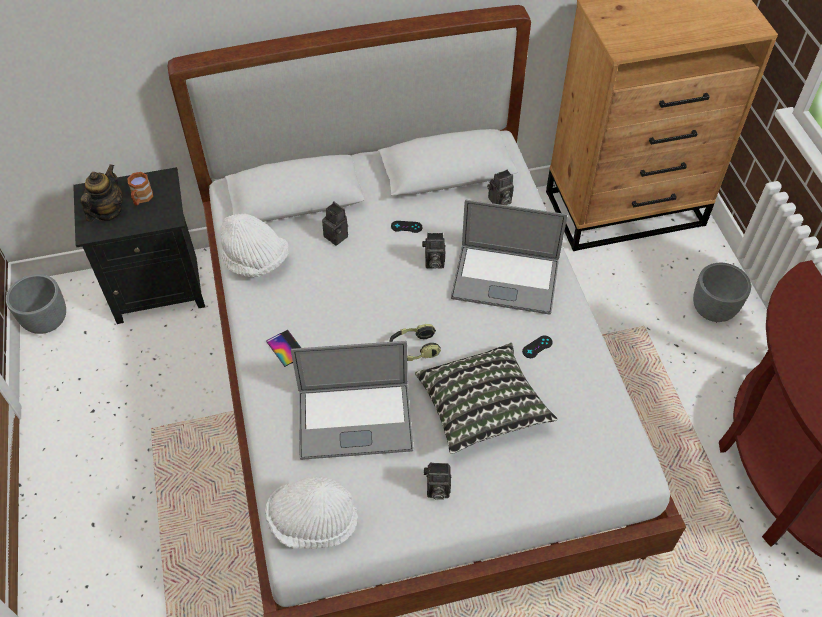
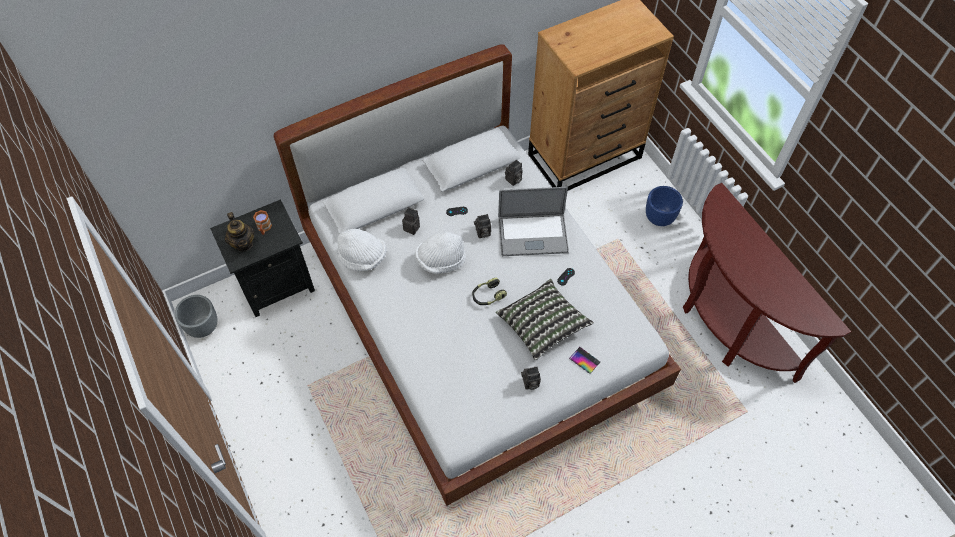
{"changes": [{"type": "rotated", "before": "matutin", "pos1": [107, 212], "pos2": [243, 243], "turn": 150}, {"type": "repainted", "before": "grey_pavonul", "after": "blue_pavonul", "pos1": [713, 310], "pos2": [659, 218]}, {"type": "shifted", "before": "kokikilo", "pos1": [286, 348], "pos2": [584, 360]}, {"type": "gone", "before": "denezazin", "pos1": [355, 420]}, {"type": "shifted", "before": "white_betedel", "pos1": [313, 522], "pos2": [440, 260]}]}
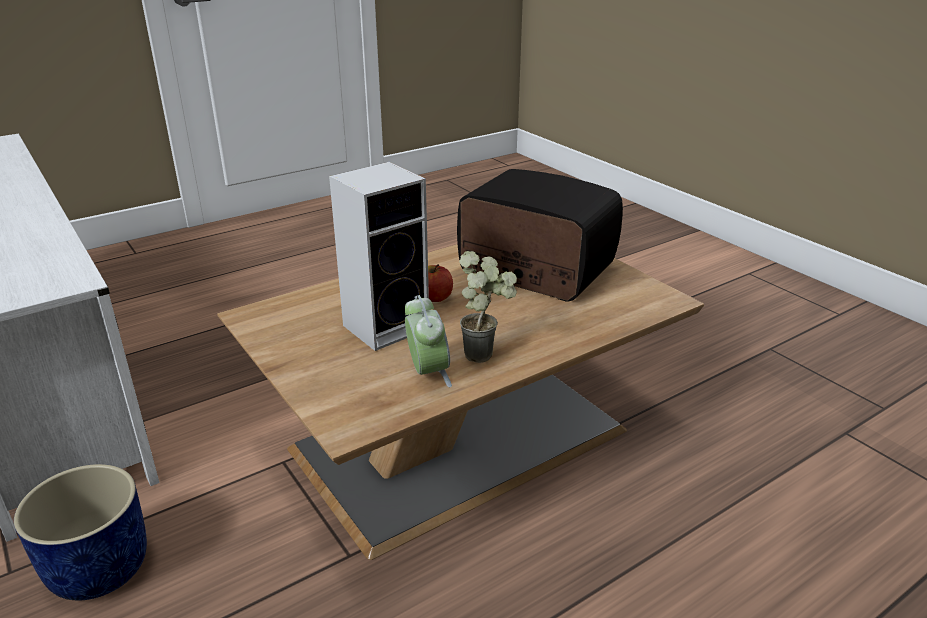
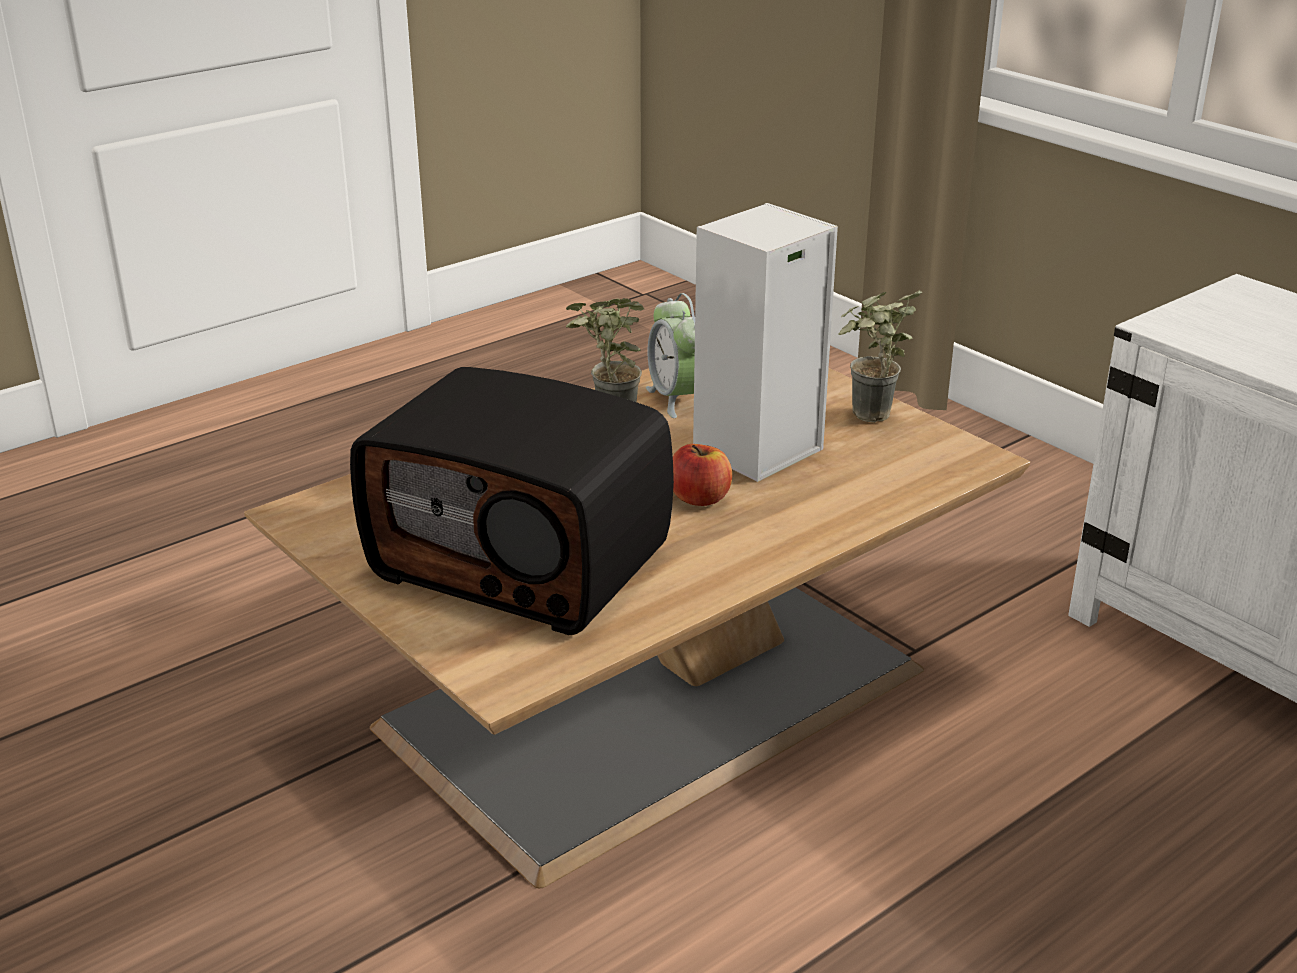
{"changes": [{"type": "gone", "before": "blue_pavonul", "pos1": [98, 569]}, {"type": "new", "after": "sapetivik", "pos2": [867, 419]}]}
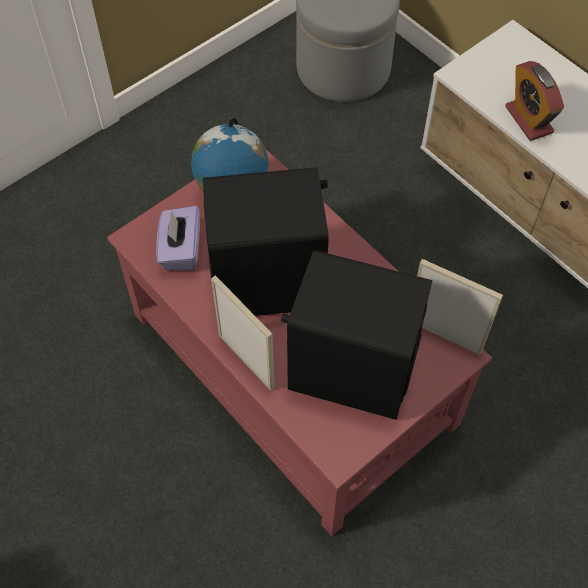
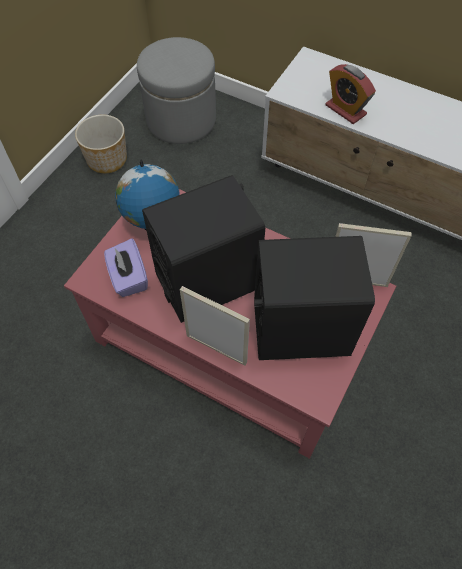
{"changes": [{"type": "new", "after": "pavonul", "pos2": [107, 160]}]}
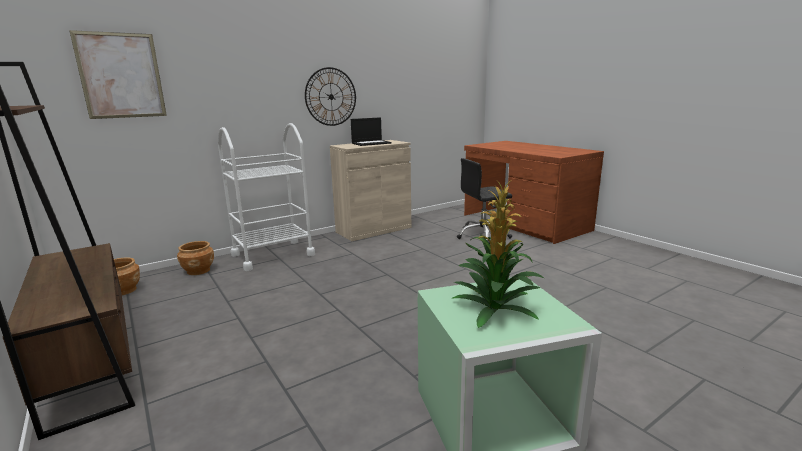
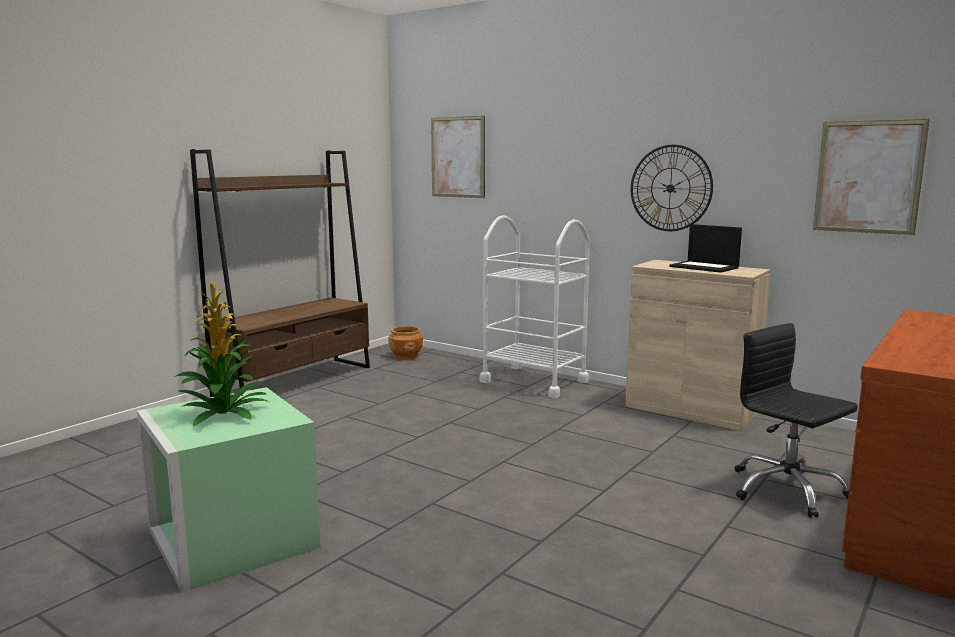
{"changes": [{"type": "gone", "before": "brown_pavonul", "pos1": [198, 270]}, {"type": "new", "after": "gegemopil", "pos2": [868, 177]}]}
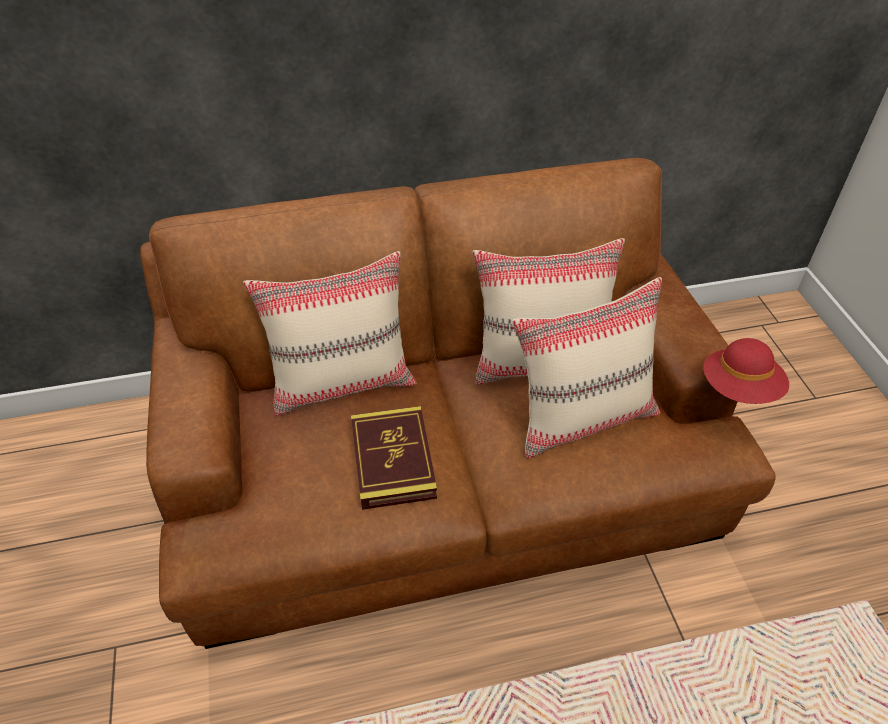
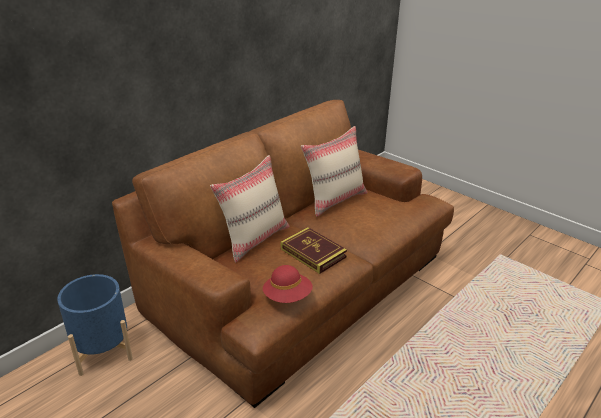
{"changes": [{"type": "gone", "before": "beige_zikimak", "pos1": [582, 417]}, {"type": "shifted", "before": "red_betedel", "pos1": [740, 389], "pos2": [287, 297]}, {"type": "new", "after": "blue_pavonul", "pos2": [102, 350]}]}
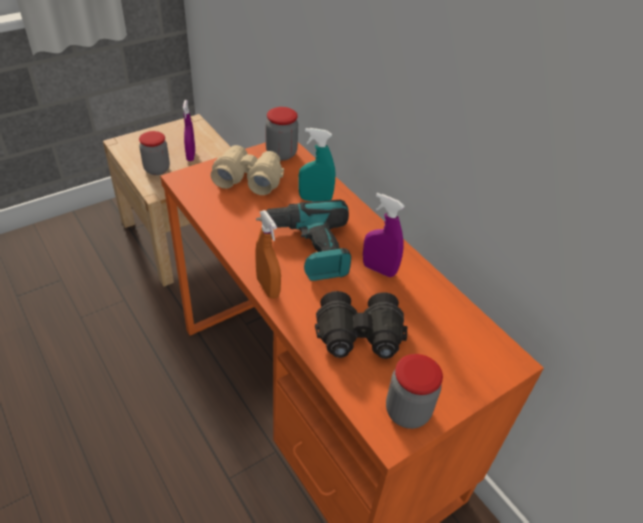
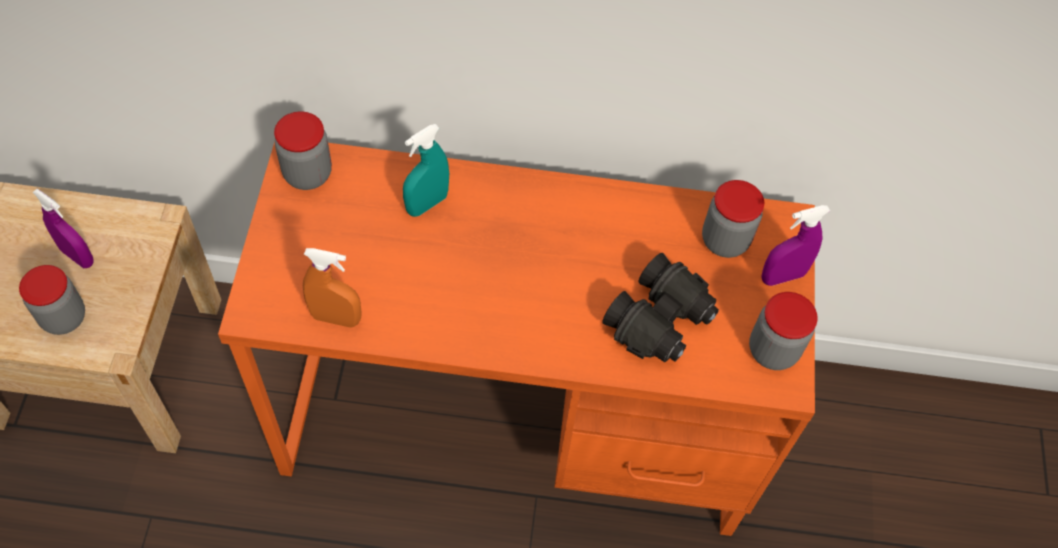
{"changes": [{"type": "gone", "before": "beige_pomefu", "pos1": [248, 178]}, {"type": "shifted", "before": "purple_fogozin", "pos1": [379, 269], "pos2": [782, 276]}, {"type": "gone", "before": "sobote", "pos1": [309, 248]}, {"type": "shifted", "before": "orange_fogozin", "pos1": [268, 287], "pos2": [336, 318]}, {"type": "new", "after": "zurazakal", "pos2": [725, 240]}]}
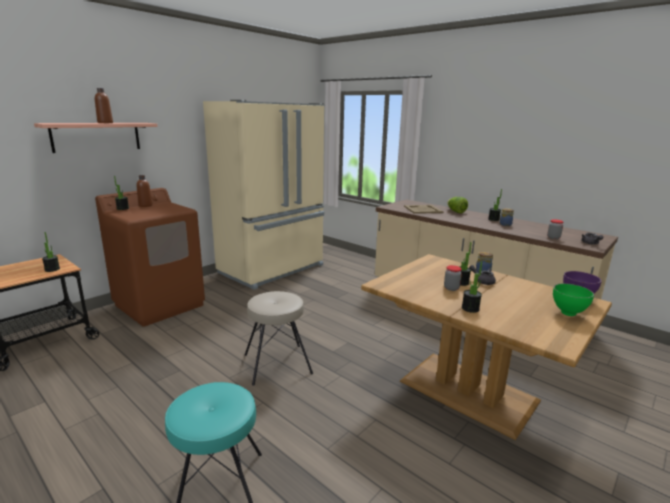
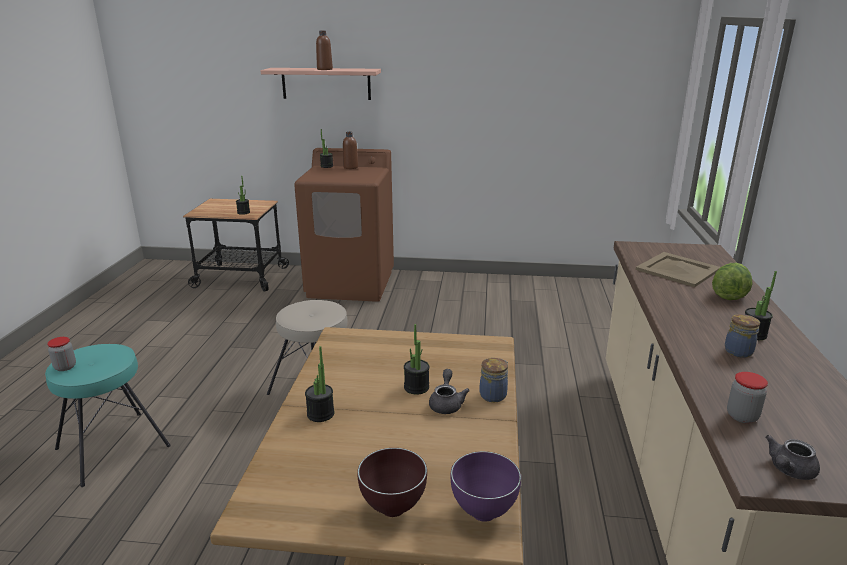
{"changes": [{"type": "gone", "before": "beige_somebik", "pos1": [273, 269]}, {"type": "shifted", "before": "zurazakal", "pos1": [451, 288], "pos2": [65, 367]}, {"type": "repainted", "before": "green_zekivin", "after": "brown_zekivin", "pos1": [567, 313], "pos2": [394, 508]}]}
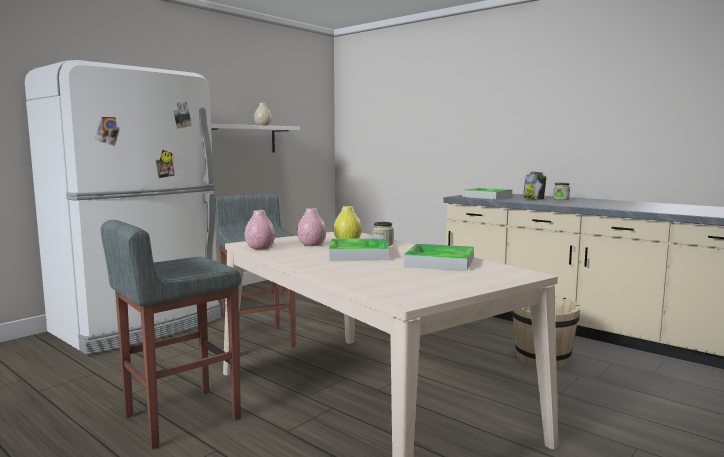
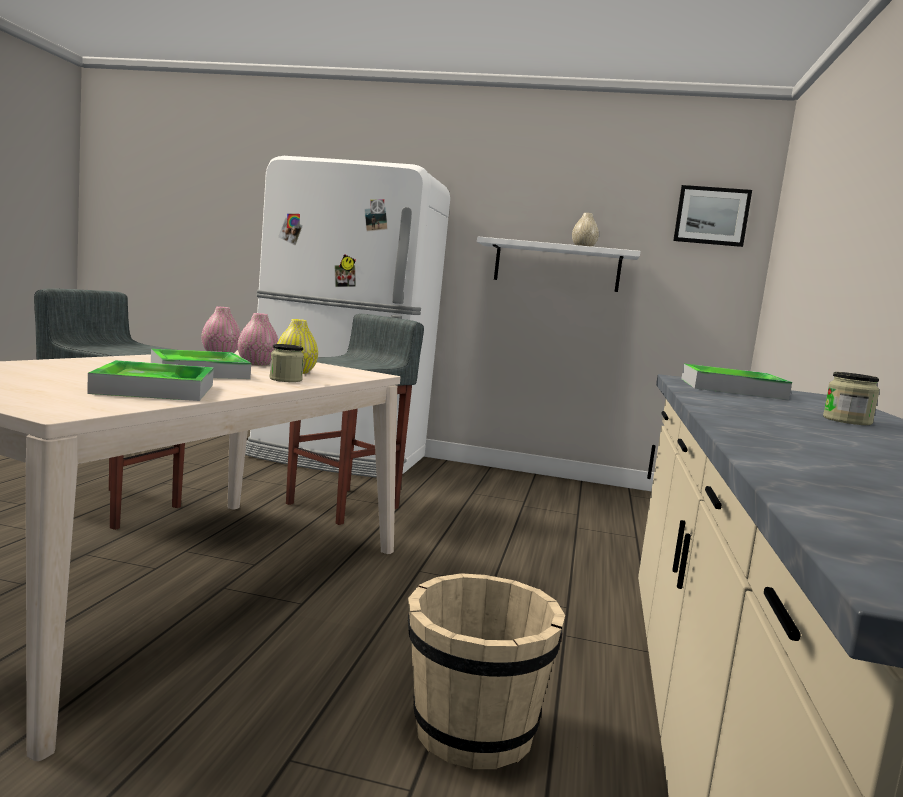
{"changes": [{"type": "gone", "before": "zurazakal", "pos1": [534, 198]}, {"type": "new", "after": "gegemopil", "pos2": [711, 216]}]}
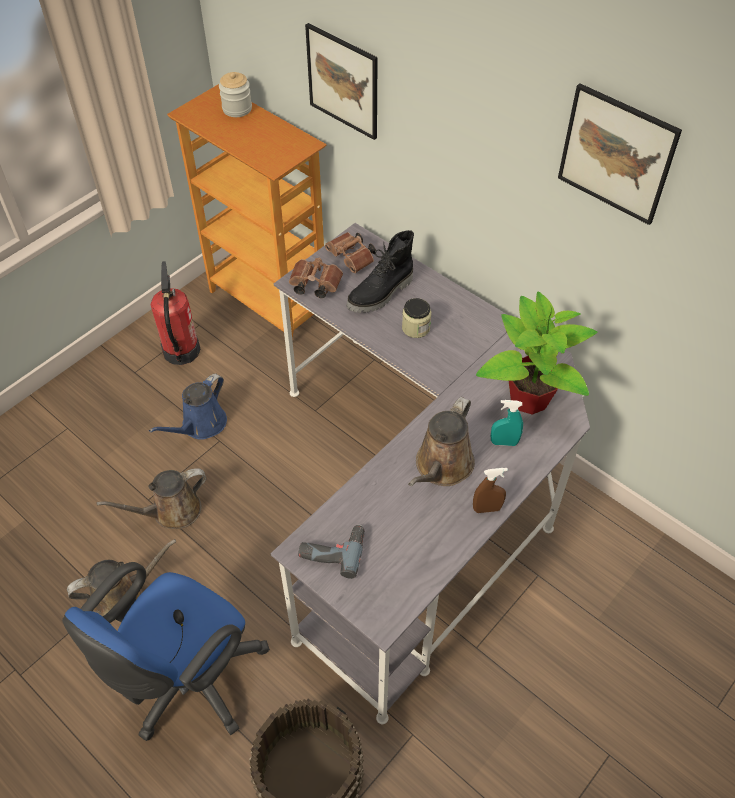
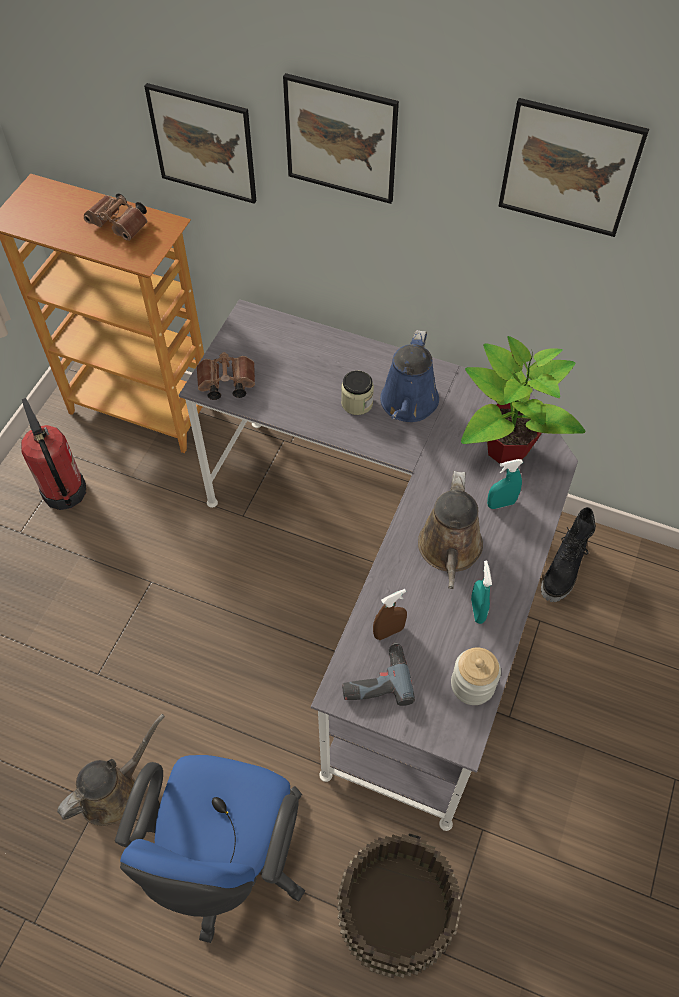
{"changes": [{"type": "shifted", "before": "zurazakal", "pos1": [237, 109], "pos2": [472, 685]}, {"type": "shifted", "before": "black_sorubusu", "pos1": [381, 294], "pos2": [564, 571]}, {"type": "shifted", "before": "brown_pomefu", "pos1": [352, 259], "pos2": [121, 226]}, {"type": "shifted", "before": "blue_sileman", "pos1": [201, 425], "pos2": [408, 404]}, {"type": "gone", "before": "brown_sileman", "pos1": [171, 511]}, {"type": "shifted", "before": "brown_fogozin", "pos1": [487, 509], "pos2": [388, 631]}, {"type": "new", "after": "gegemopil", "pos2": [341, 139]}, {"type": "new", "after": "turquoise_fogozin", "pos2": [477, 610]}]}
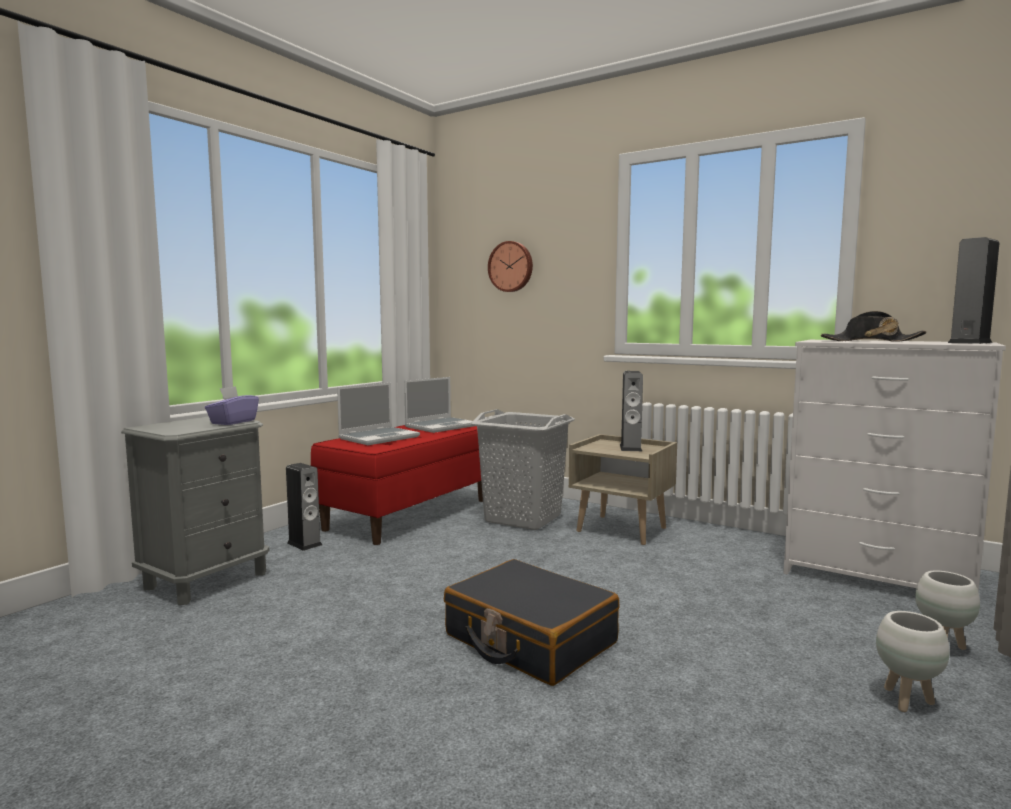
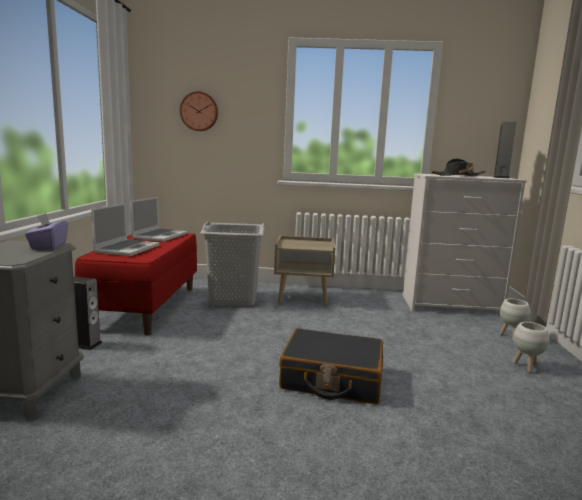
{"changes": [{"type": "gone", "before": "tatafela", "pos1": [630, 448]}]}
